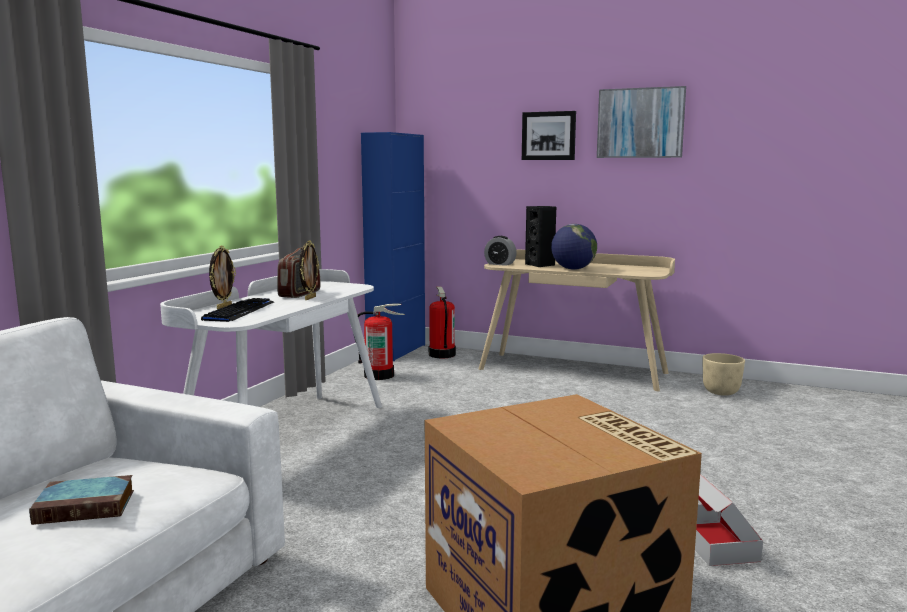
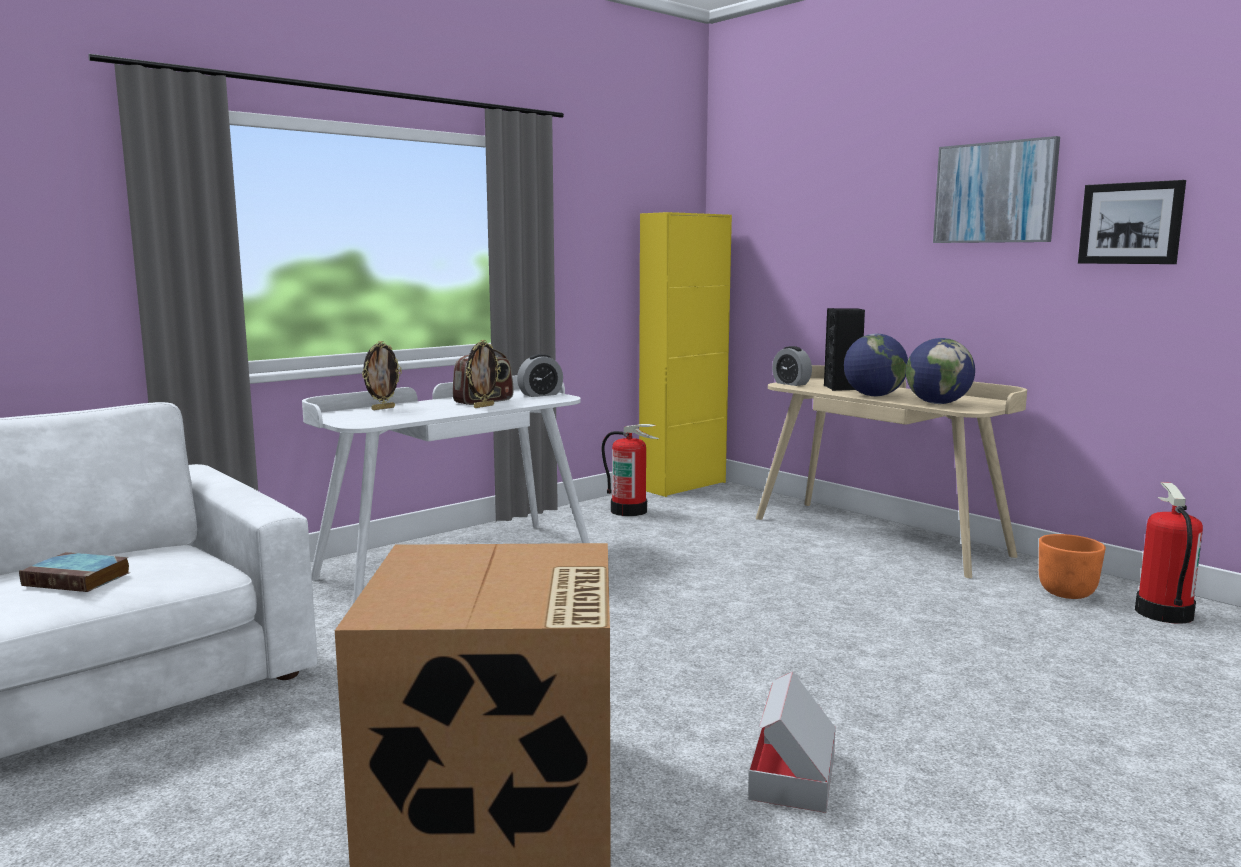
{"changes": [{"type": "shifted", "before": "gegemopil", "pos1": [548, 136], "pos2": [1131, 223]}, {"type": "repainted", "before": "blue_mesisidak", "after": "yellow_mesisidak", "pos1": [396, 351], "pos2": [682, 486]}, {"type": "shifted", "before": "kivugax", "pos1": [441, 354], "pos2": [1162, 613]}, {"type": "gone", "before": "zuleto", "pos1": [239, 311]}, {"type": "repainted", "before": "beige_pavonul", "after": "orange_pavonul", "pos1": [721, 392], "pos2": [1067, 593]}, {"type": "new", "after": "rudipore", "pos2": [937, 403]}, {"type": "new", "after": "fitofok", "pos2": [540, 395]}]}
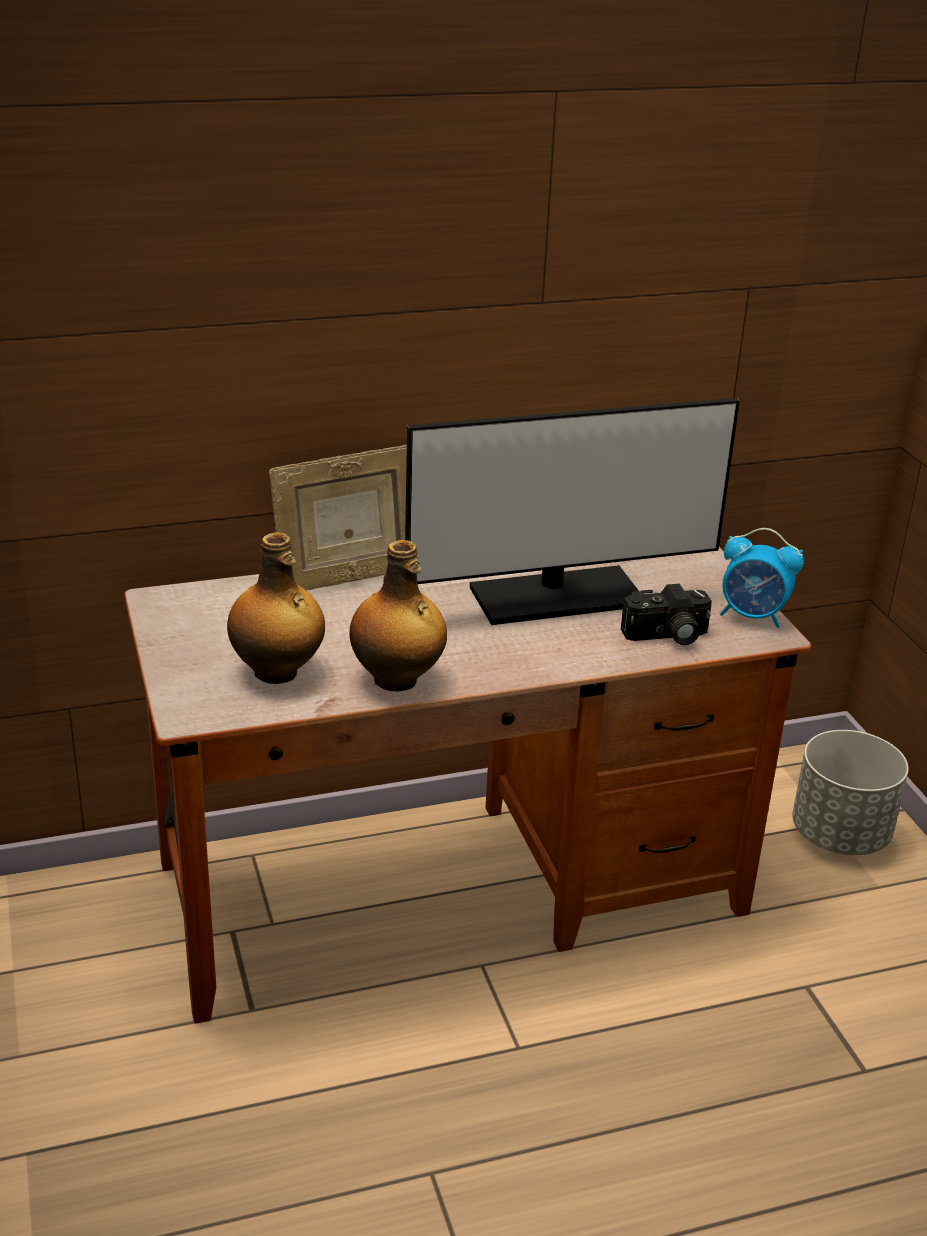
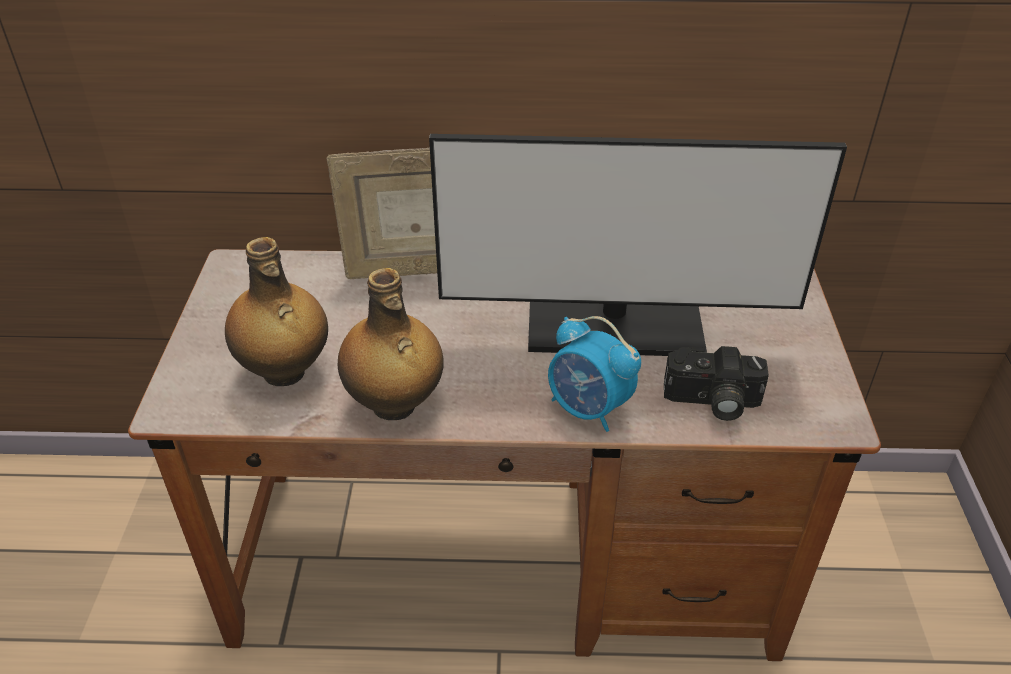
{"changes": [{"type": "shifted", "before": "fitofok", "pos1": [753, 616], "pos2": [588, 409]}, {"type": "gone", "before": "grey_pavonul", "pos1": [841, 835]}]}
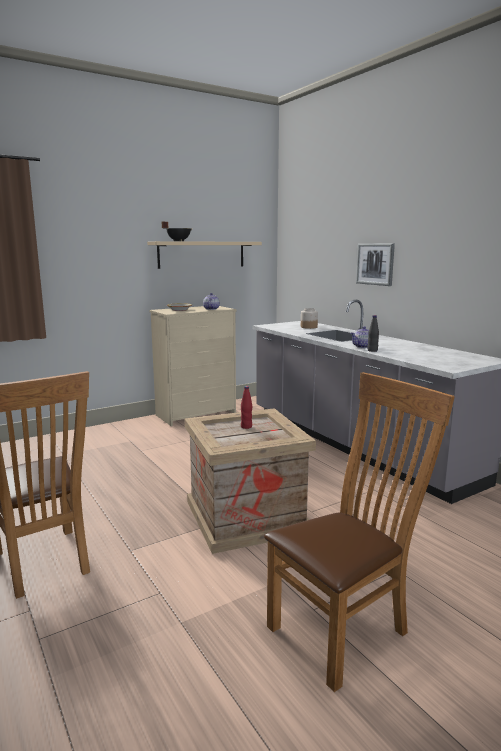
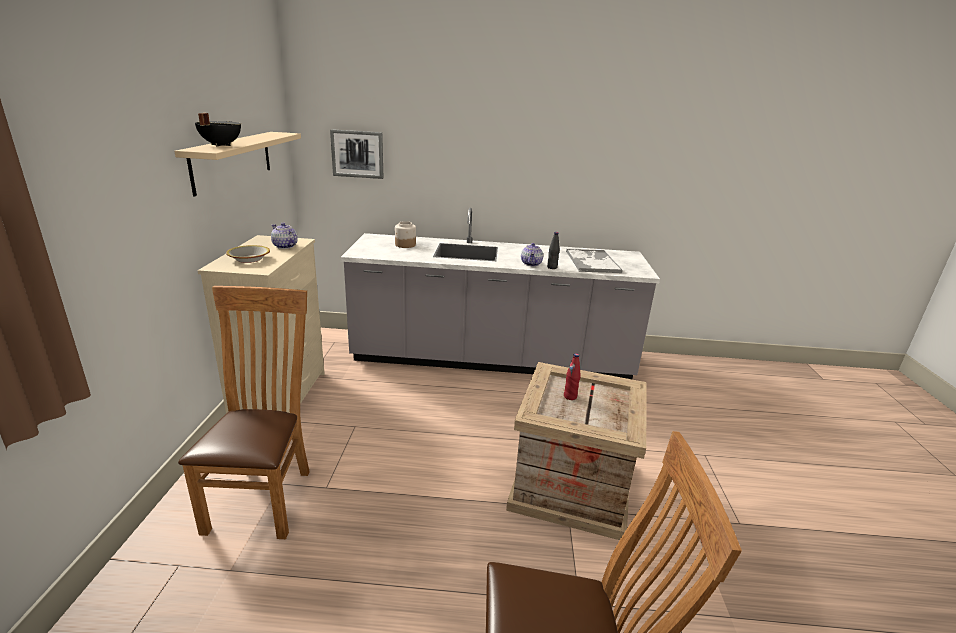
{"changes": [{"type": "shifted", "before": "gegemopil", "pos1": [375, 264], "pos2": [357, 154]}, {"type": "shifted", "before": "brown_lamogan", "pos1": [345, 628], "pos2": [264, 496]}, {"type": "new", "after": "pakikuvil", "pos2": [592, 261]}]}
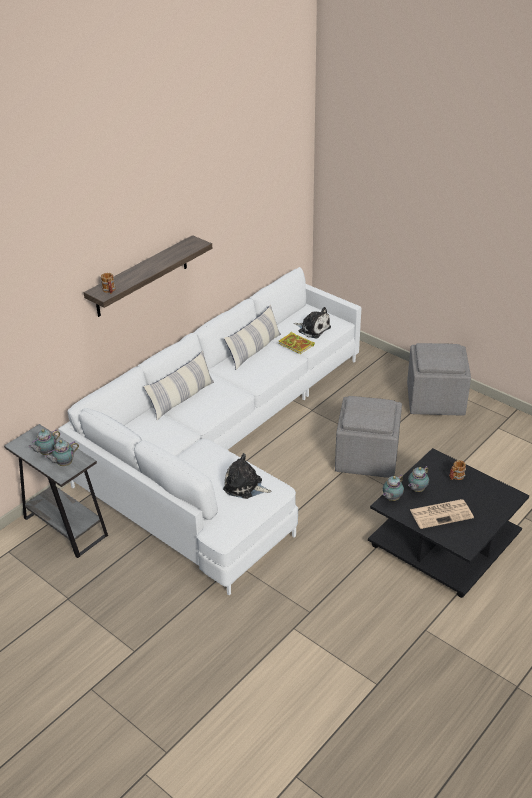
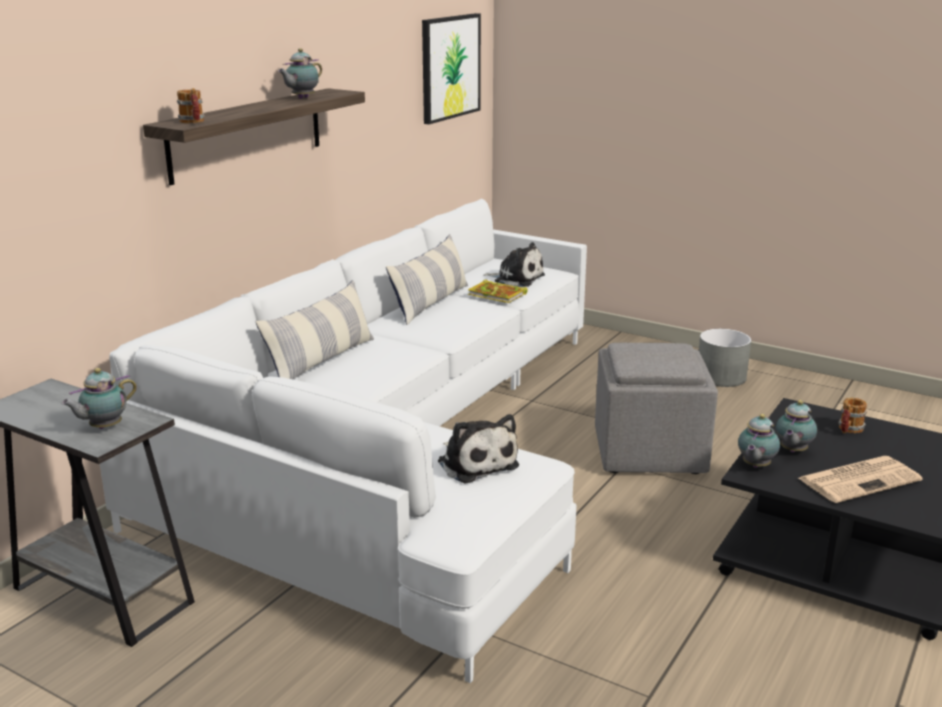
{"changes": [{"type": "swapped", "before": "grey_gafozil", "after": "grey_pavonul", "pos1": [434, 399], "pos2": [720, 377]}, {"type": "shifted", "before": "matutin", "pos1": [46, 453], "pos2": [301, 98]}, {"type": "rotated", "before": "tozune", "pos1": [245, 486], "pos2": [476, 463], "turn": -135}, {"type": "new", "after": "gegemopil", "pos2": [450, 67]}]}
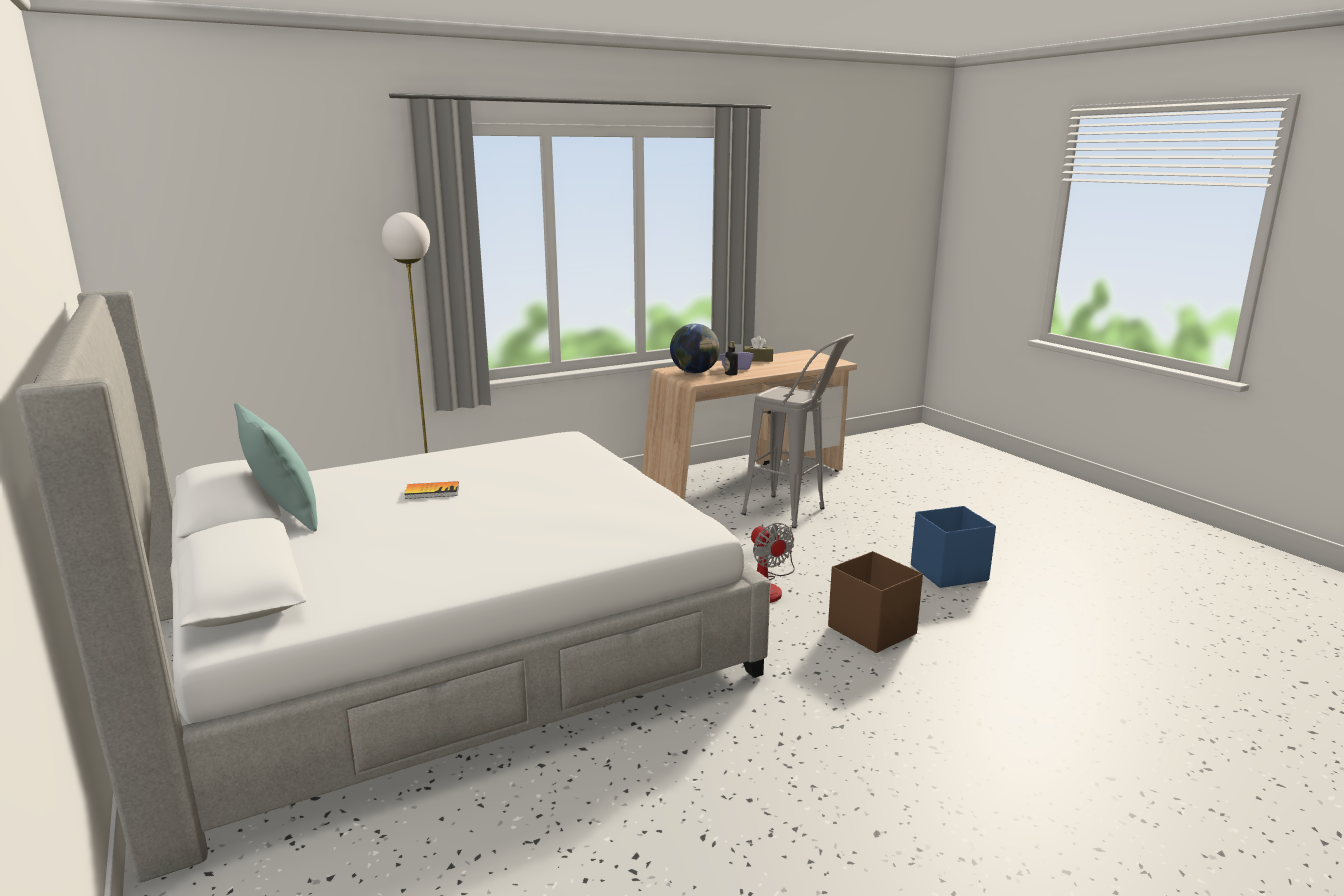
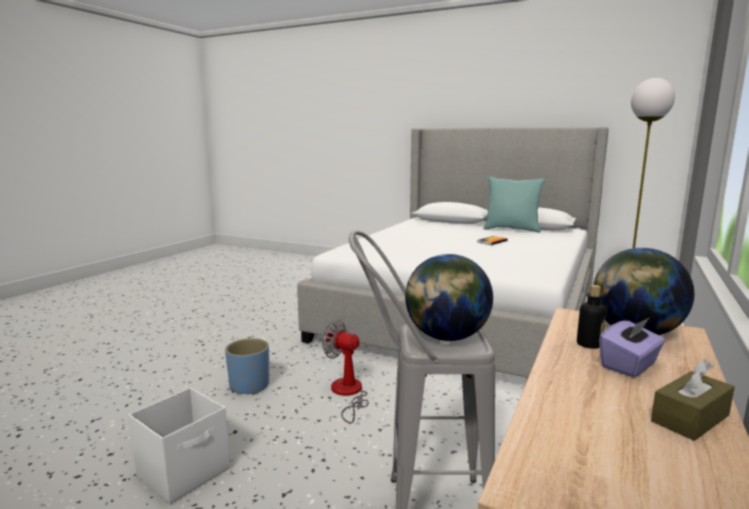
{"changes": [{"type": "repainted", "before": "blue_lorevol", "after": "white_lorevol", "pos1": [947, 573], "pos2": [185, 472]}, {"type": "swapped", "before": "brown_lorevol", "after": "blue_pavonul", "pos1": [871, 630], "pos2": [250, 386]}, {"type": "new", "after": "rudipore", "pos2": [446, 337]}]}
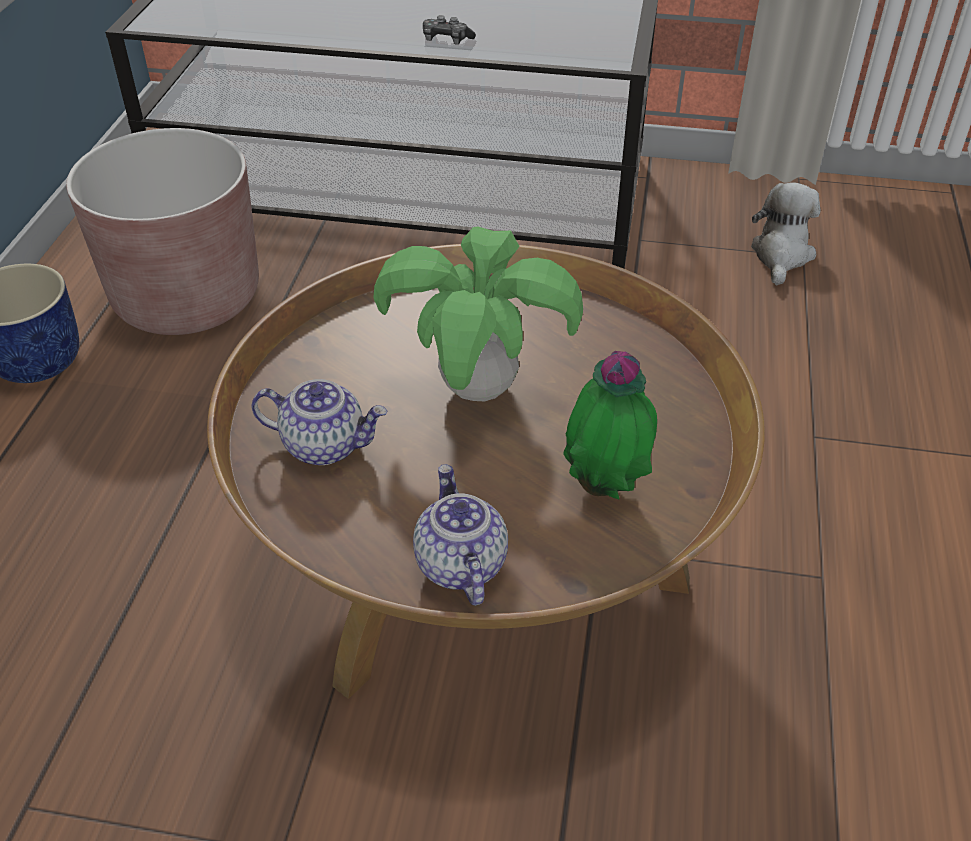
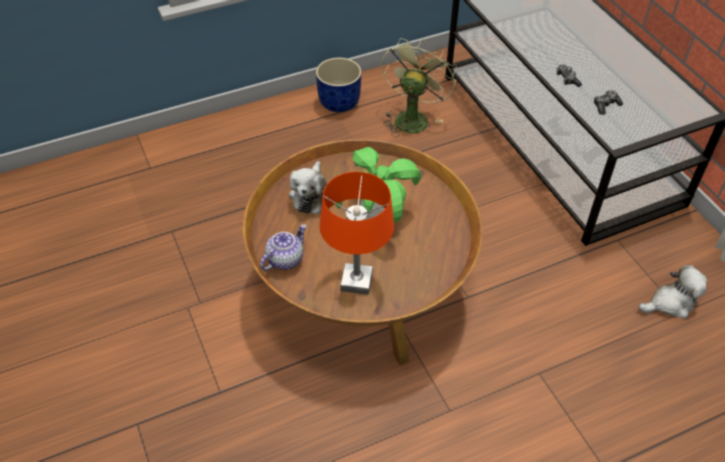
{"changes": [{"type": "swapped", "before": "brown_pavonul", "after": "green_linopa", "pos1": [187, 298], "pos2": [412, 117]}, {"type": "swapped", "before": "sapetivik", "after": "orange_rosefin", "pos1": [605, 487], "pos2": [356, 282]}, {"type": "swapped", "before": "matutin", "after": "tozune", "pos1": [325, 445], "pos2": [311, 195]}, {"type": "new", "after": "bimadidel", "pos2": [605, 105]}]}
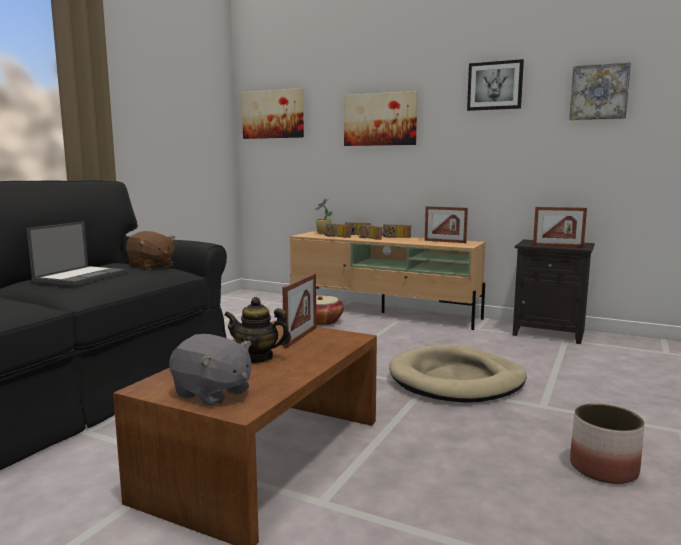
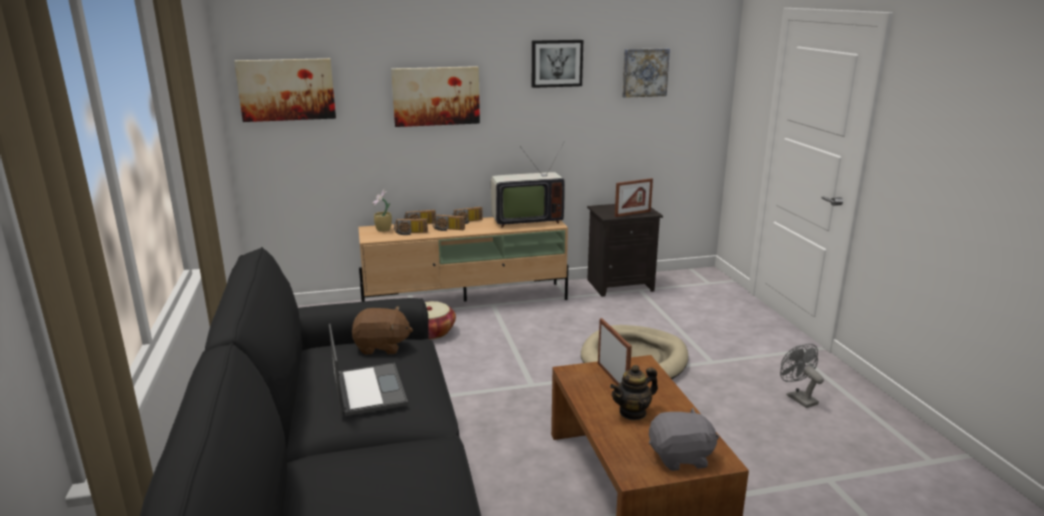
{"changes": [{"type": "swapped", "before": "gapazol", "after": "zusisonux", "pos1": [445, 241], "pos2": [525, 220]}, {"type": "swapped", "before": "pavonul", "after": "grey_linopa", "pos1": [603, 469], "pos2": [798, 398]}]}
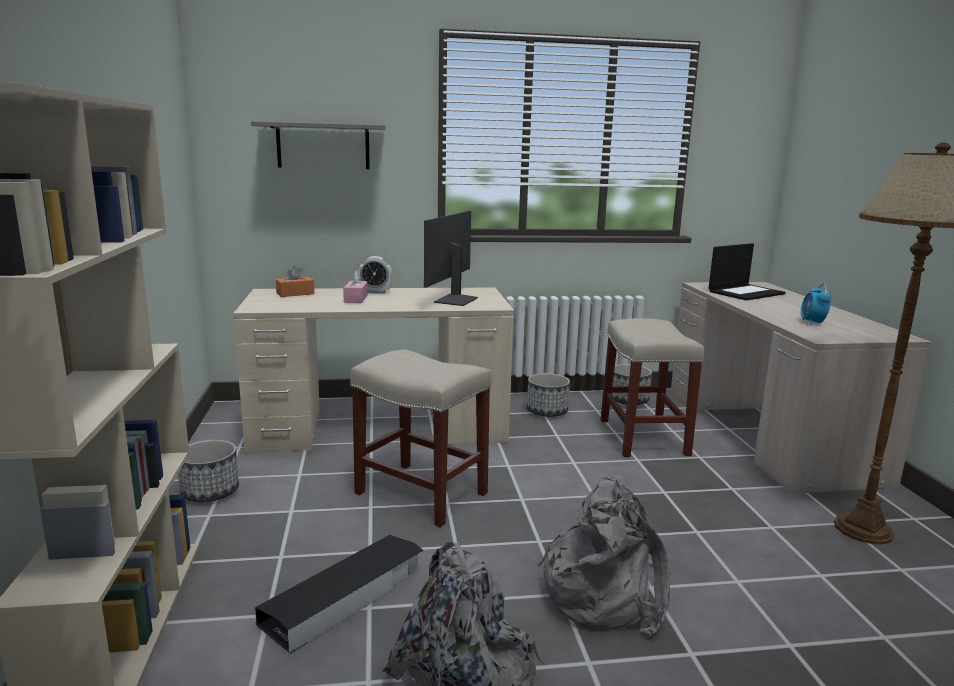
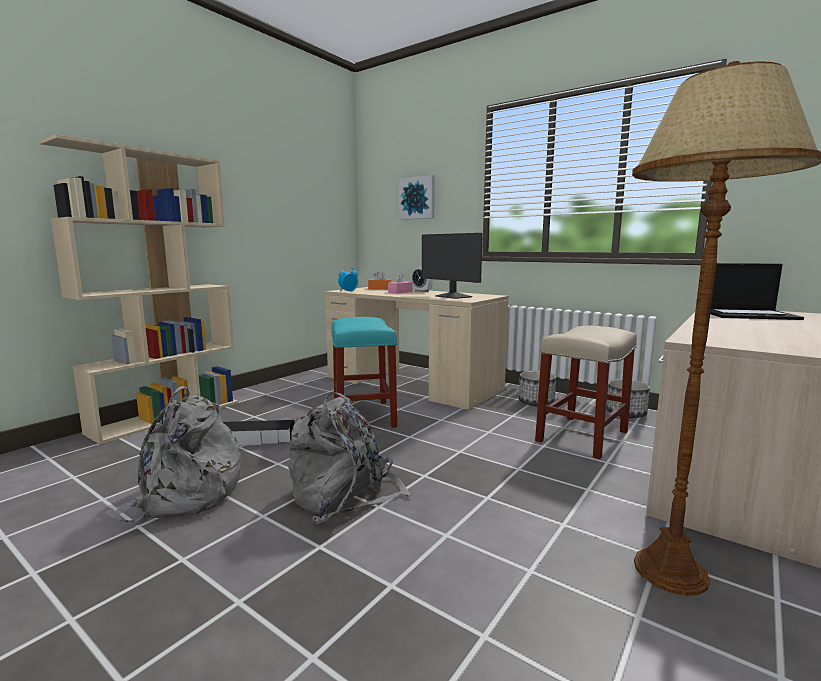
{"changes": [{"type": "swapped", "before": "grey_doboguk", "after": "gegemopil", "pos1": [323, 146], "pos2": [417, 198]}, {"type": "rotated", "before": "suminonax", "pos1": [454, 300], "pos2": [453, 296], "turn": -105}, {"type": "shifted", "before": "fitofok", "pos1": [812, 323], "pos2": [347, 291]}, {"type": "repainted", "before": "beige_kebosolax", "after": "turquoise_kebosolax", "pos1": [419, 493], "pos2": [363, 415]}, {"type": "gone", "before": "pavonul", "pos1": [210, 492]}]}
